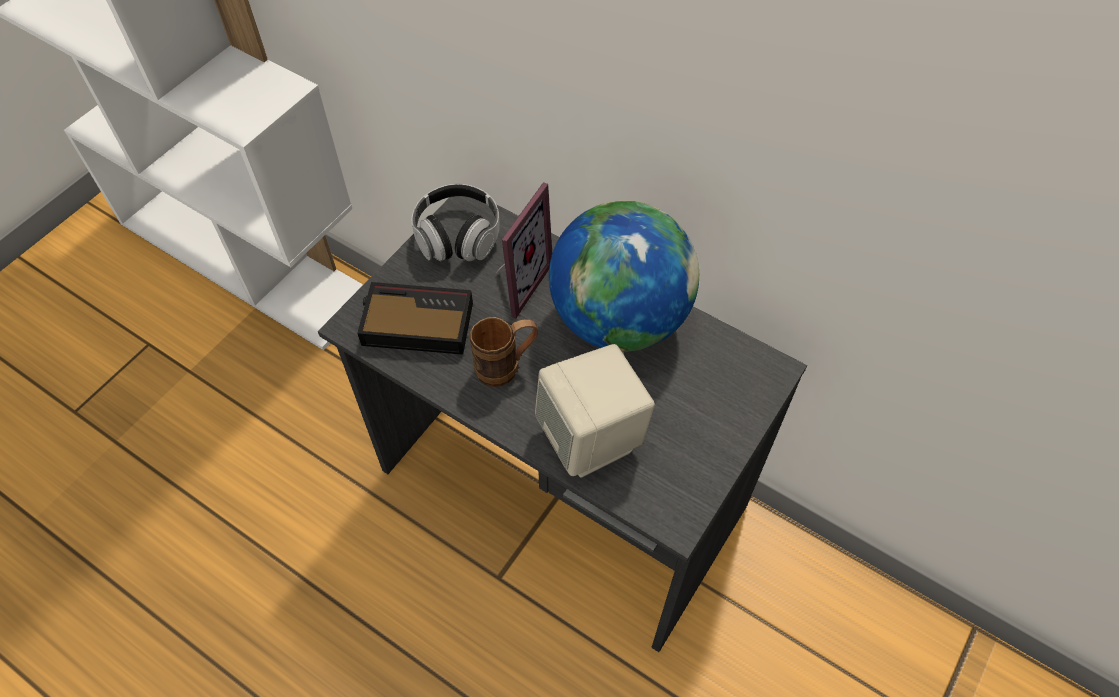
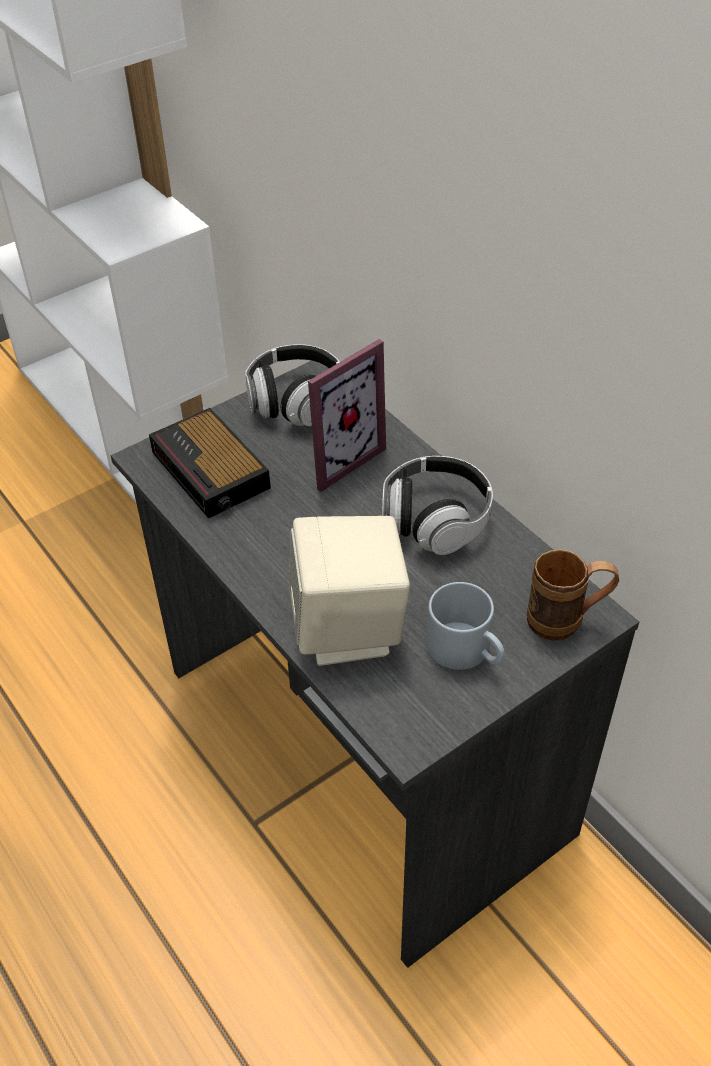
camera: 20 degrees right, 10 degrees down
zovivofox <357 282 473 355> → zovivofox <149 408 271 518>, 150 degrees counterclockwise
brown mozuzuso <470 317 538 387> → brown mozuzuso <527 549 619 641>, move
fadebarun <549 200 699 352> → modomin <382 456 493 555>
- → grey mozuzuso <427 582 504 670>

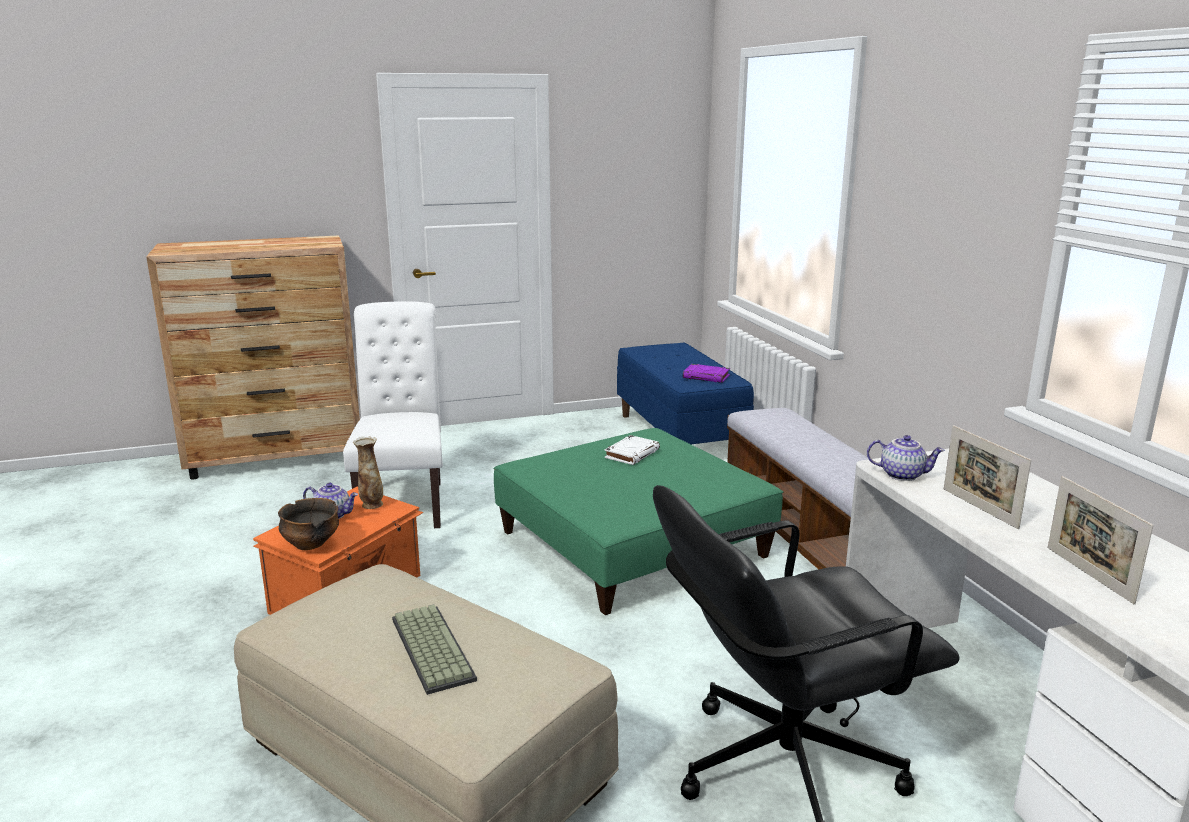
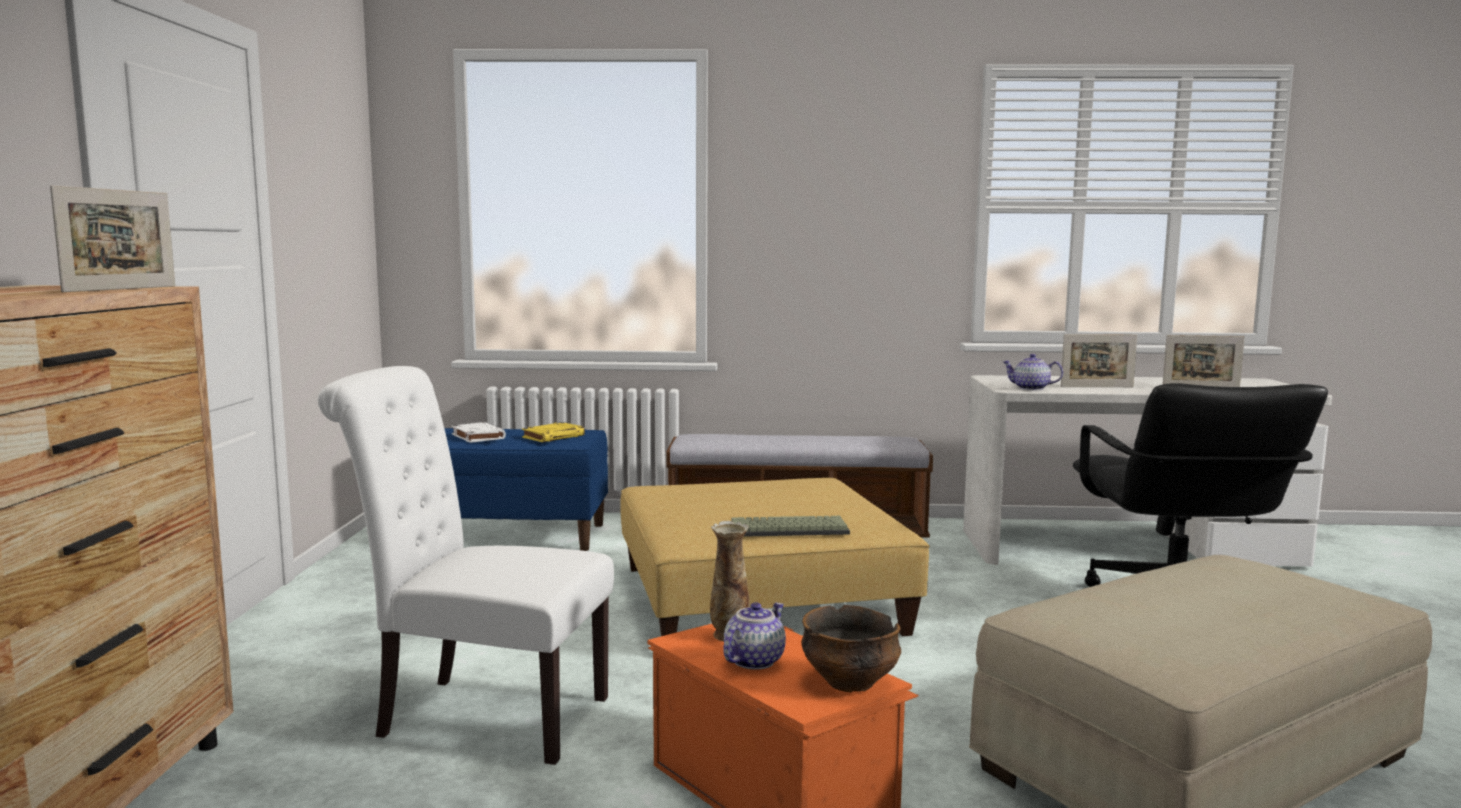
camera: 70 degrees left, 10 degrees down
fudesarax <392 604 477 695> → fudesarax <731 516 850 537>, move
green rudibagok <493 428 783 615> → beige rudibagok <620 478 930 636>
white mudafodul <604 435 660 465> → white mudafodul <452 422 506 443>, move
purple mudafodul <683 364 730 383> → yellow mudafodul <522 422 585 442>
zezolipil <867 435 945 481> → zezolipil <1003 354 1063 390>, 105 degrees counterclockwise
- → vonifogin <50 185 175 292>

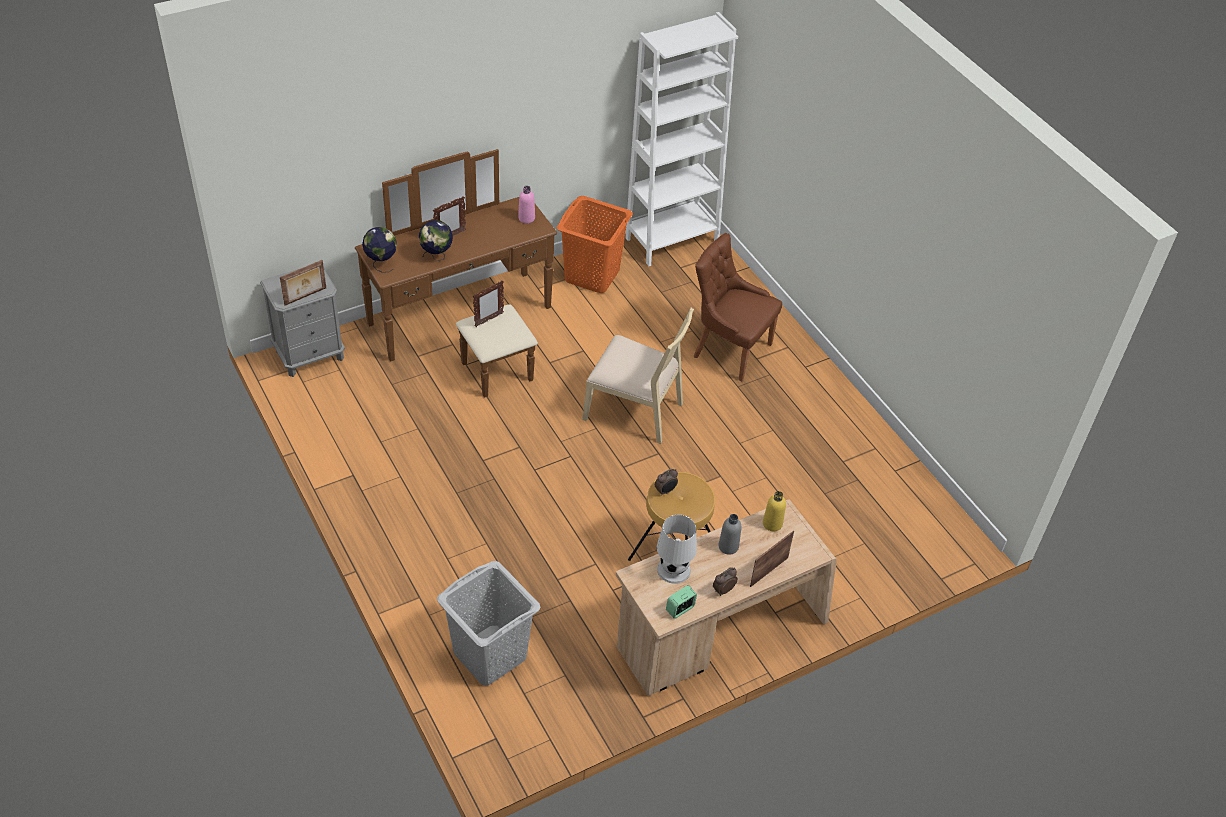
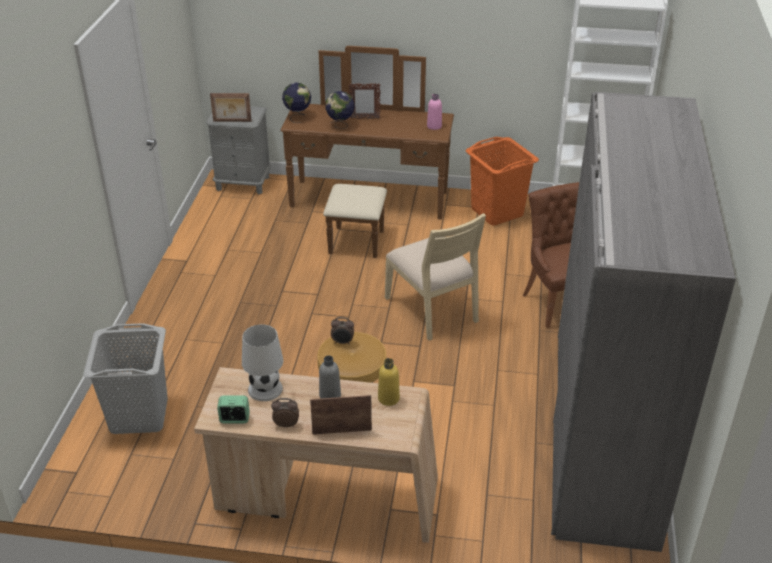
camera: 40 degrees right, 10 degrees down
vonifogin <473 280 504 327> → -
- → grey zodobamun <551 92 736 552>

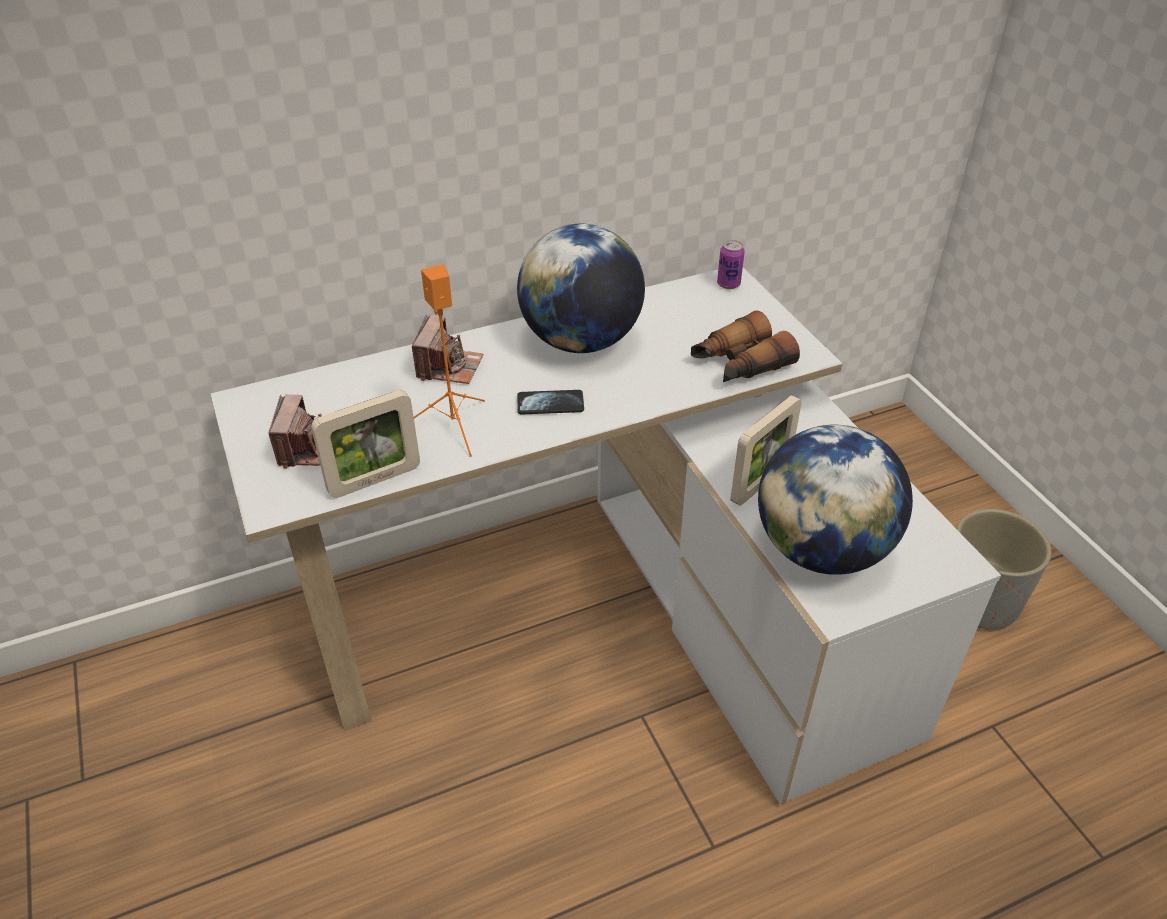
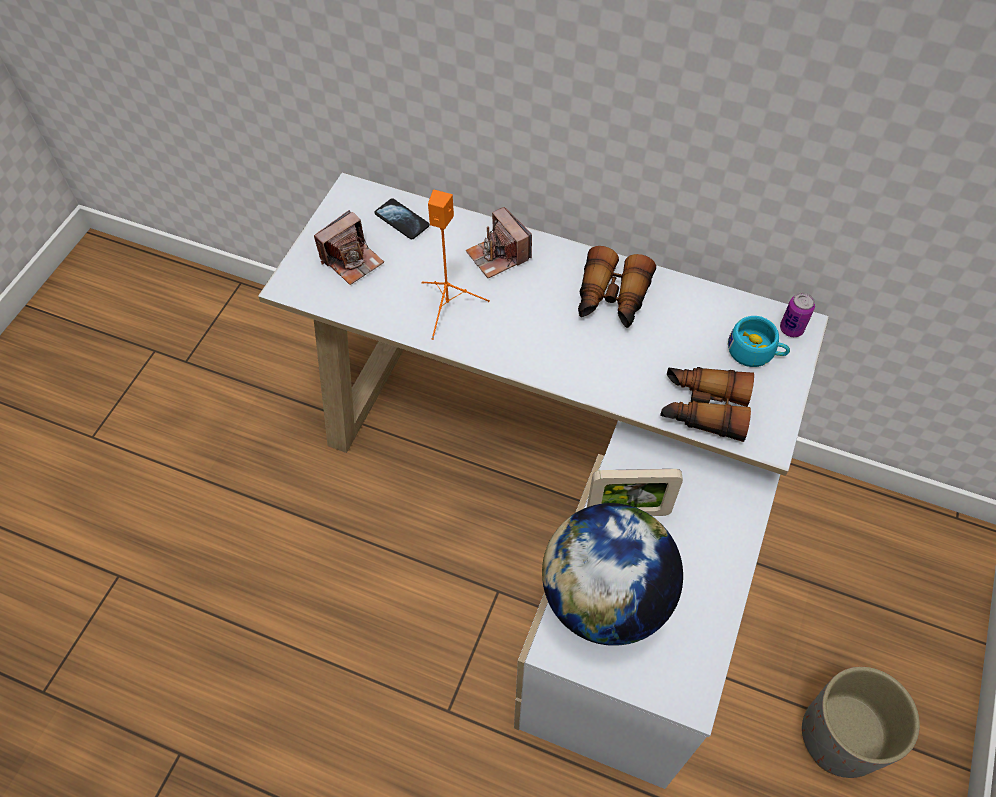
camera: 45 degrees right, 15 degrees up
vonifogin <311 390 420 498> → -
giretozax <412 315 483 384> → giretozax <466 207 532 278>, 90 degrees clockwise
fadebarun <517 224 645 353> → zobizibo <578 246 656 328>
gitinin <517 390 584 415> → gitinin <375 198 429 239>, move
- → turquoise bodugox <728 316 790 367>

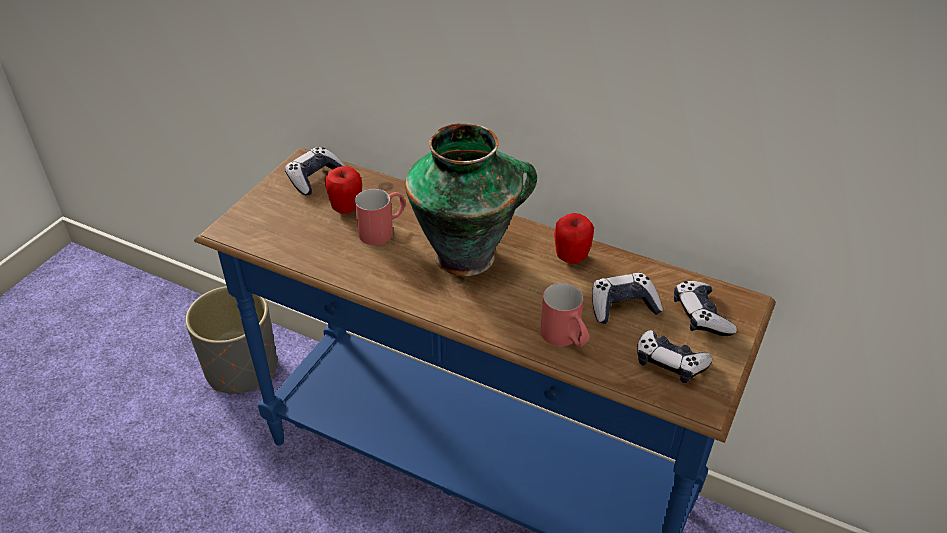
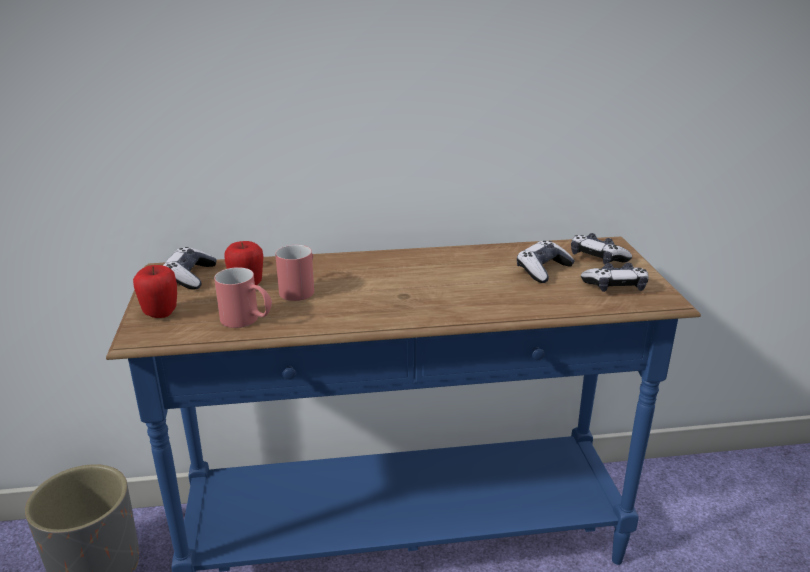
camera: 35 degrees left, 15 degrees down
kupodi <405 123 537 276> → -
red mozuzuso <540 283 589 347> → red mozuzuso <214 267 272 328>, move
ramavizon <554 213 594 264> → ramavizon <133 265 177 318>, move

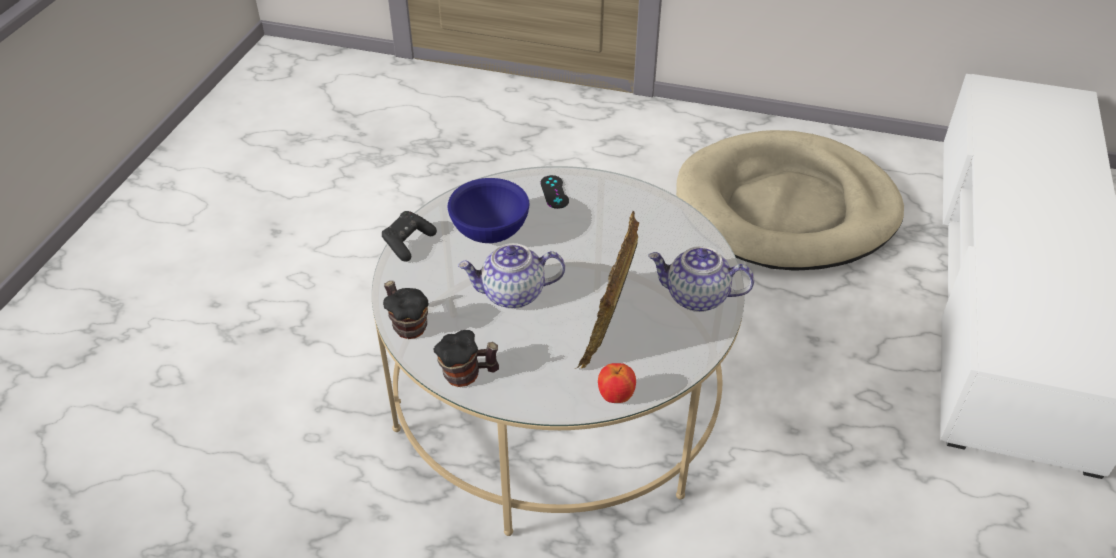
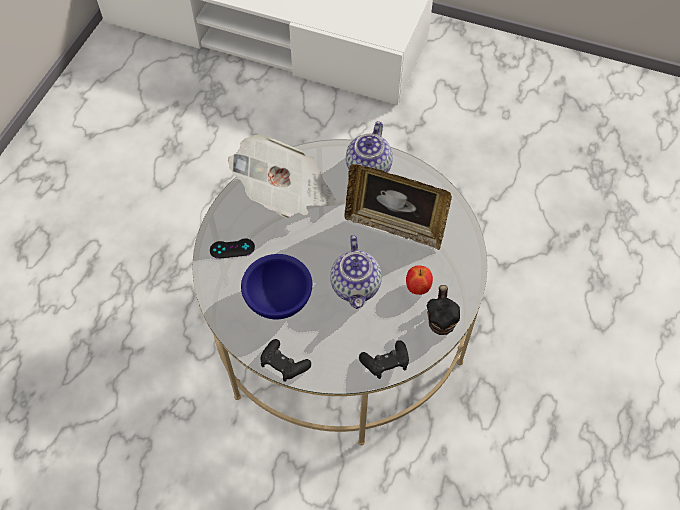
camera: 85 degrees left, 15 degrees up
mozuzuso <383 281 429 339> → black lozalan <359 340 409 379>
ramavizon <598 363 636 403> → ramavizon <406 266 433 295>, move
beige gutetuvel <676 130 904 271> → -
- → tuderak <228 134 336 217>

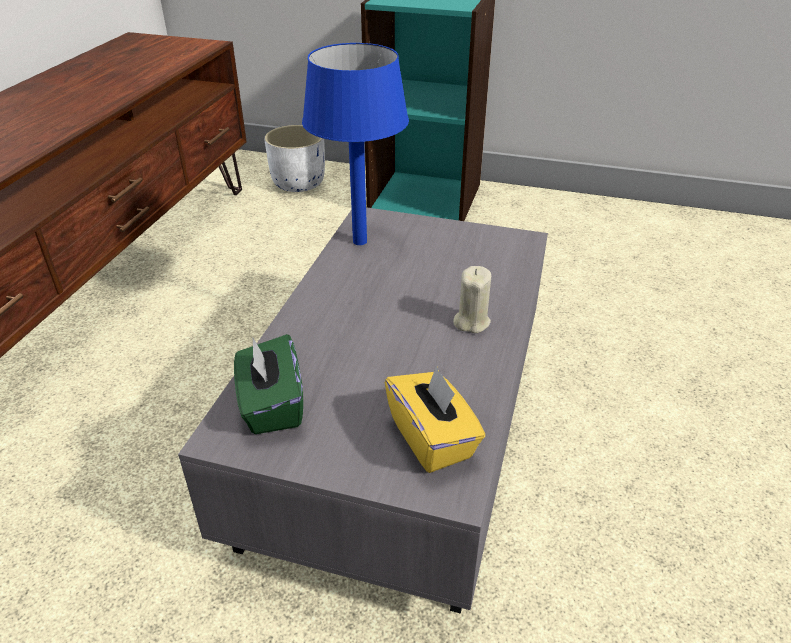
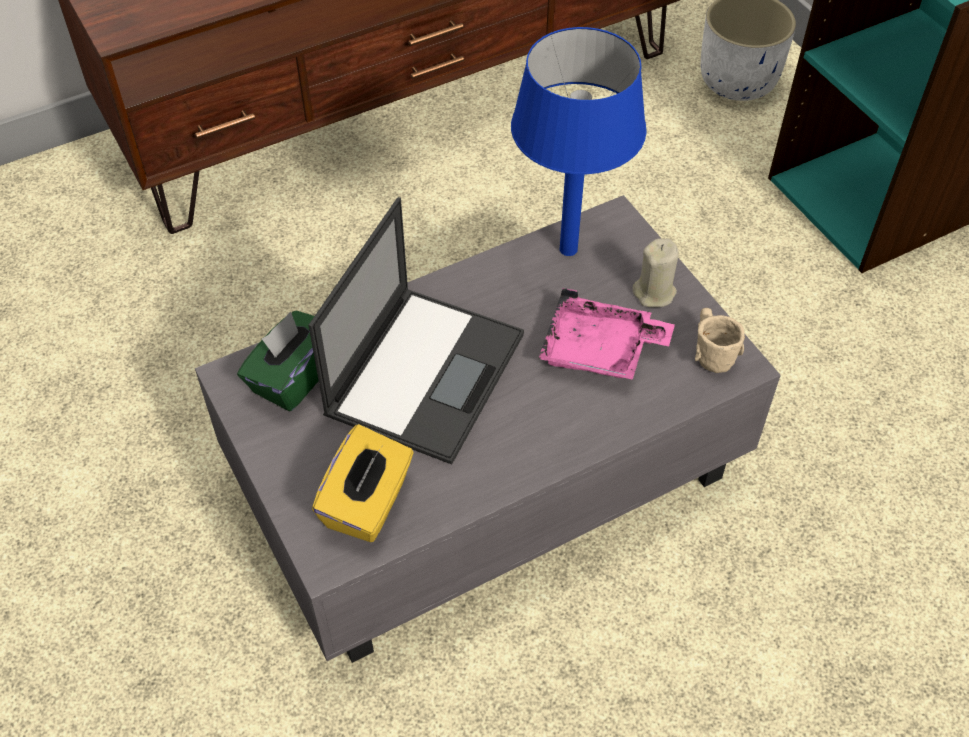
camera: 45 degrees right, 15 degrees up
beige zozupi <453 266 491 333> → beige zozupi <633 238 679 307>, move
- → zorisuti <308 197 524 465>
- → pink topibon <538 288 675 380>
- → beige mozuzuso <695 308 745 373>

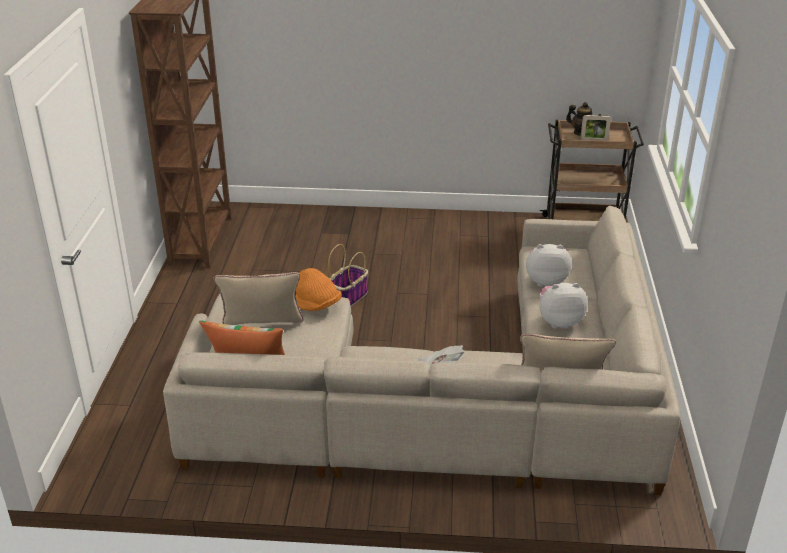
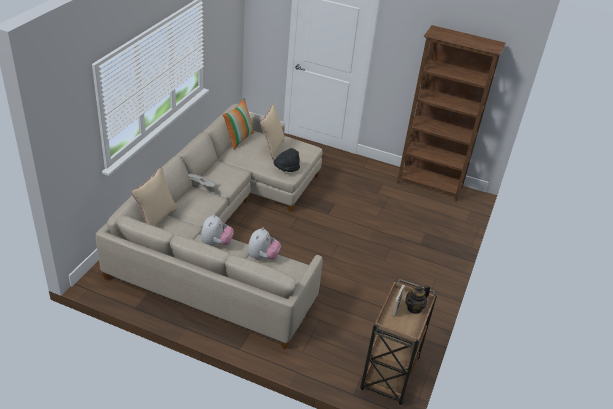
camera: 105 degrees right, 5 degrees up
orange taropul <296 268 342 311> → black taropul <274 148 300 172>
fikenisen <328 244 368 306> → -

